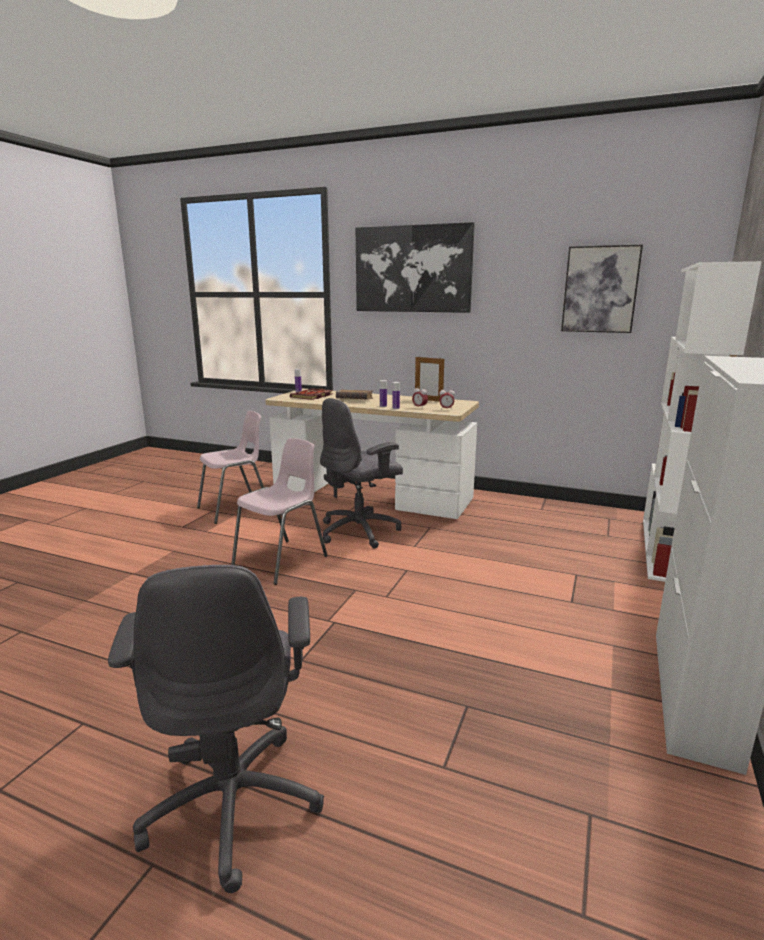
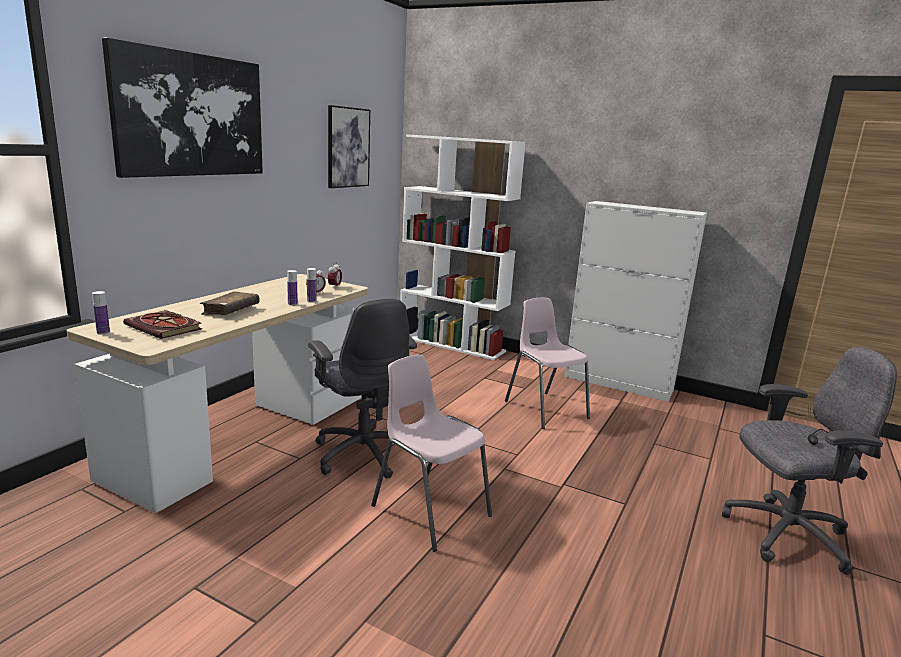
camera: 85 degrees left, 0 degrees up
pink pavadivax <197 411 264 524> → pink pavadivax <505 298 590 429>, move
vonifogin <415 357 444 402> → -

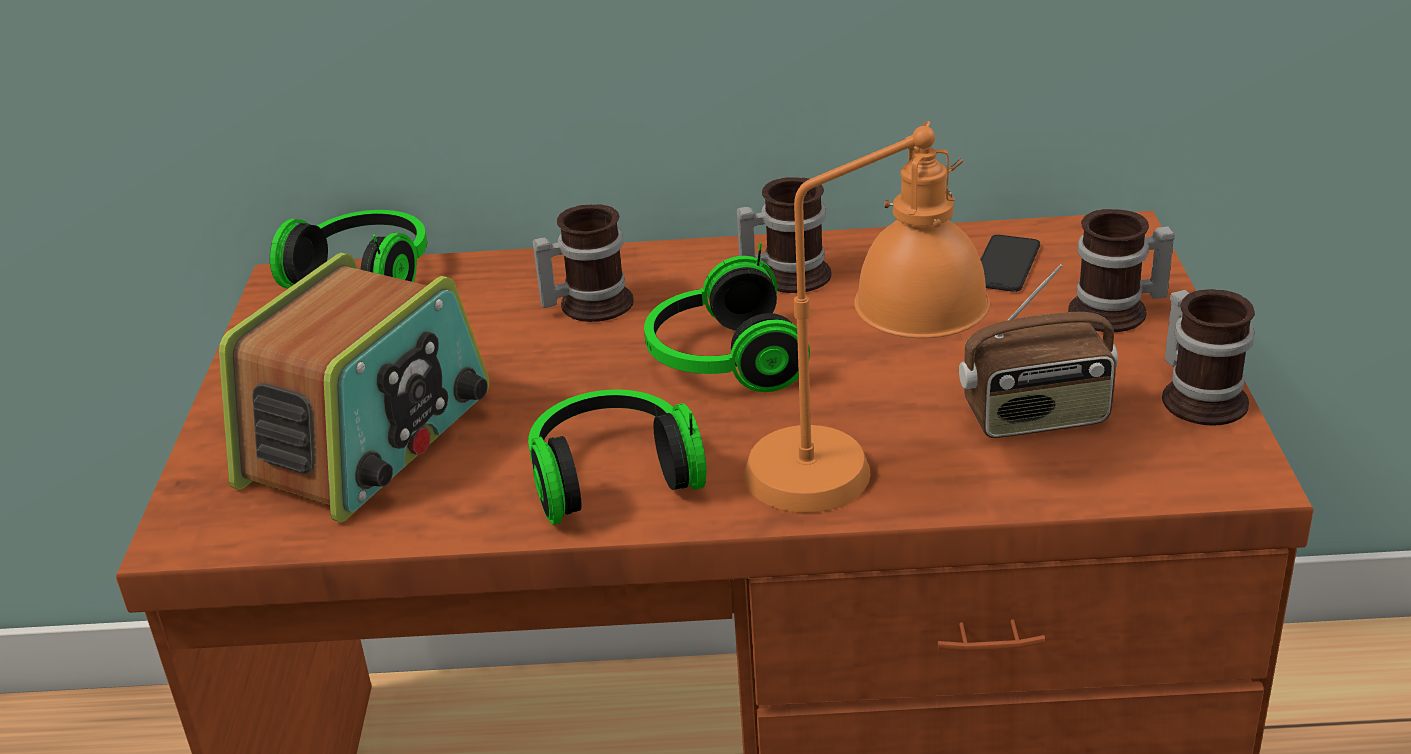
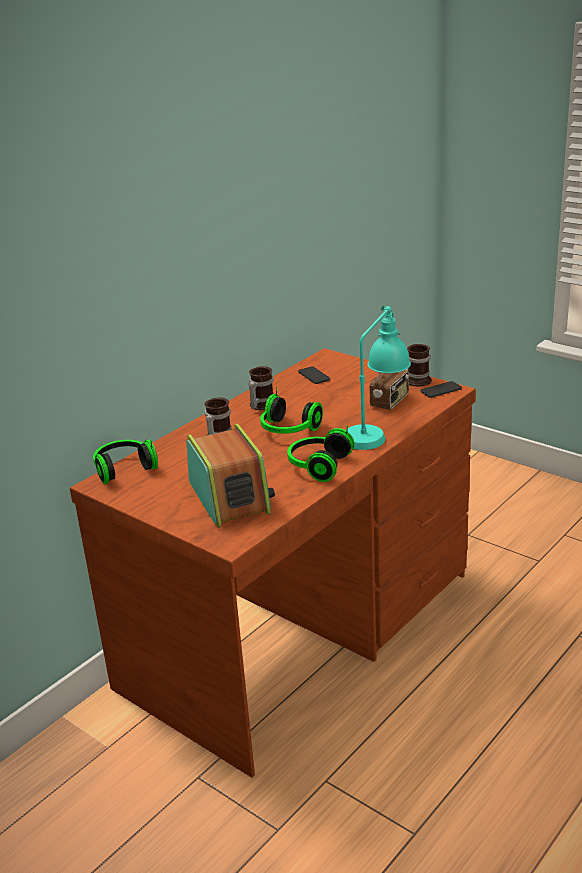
camera: 50 degrees left, 5 degrees down
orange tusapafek <744 121 990 513> → turquoise tusapafek <346 306 411 450>
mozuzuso <1068 209 1175 332> → -
- → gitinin <420 381 462 398>

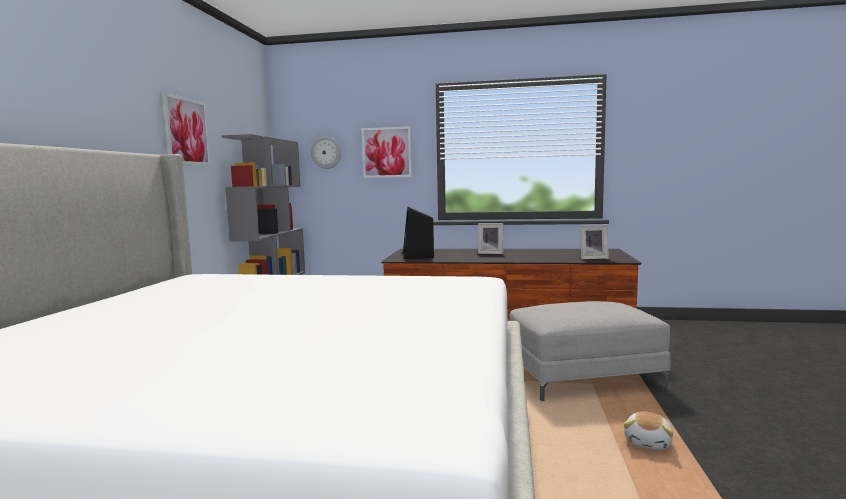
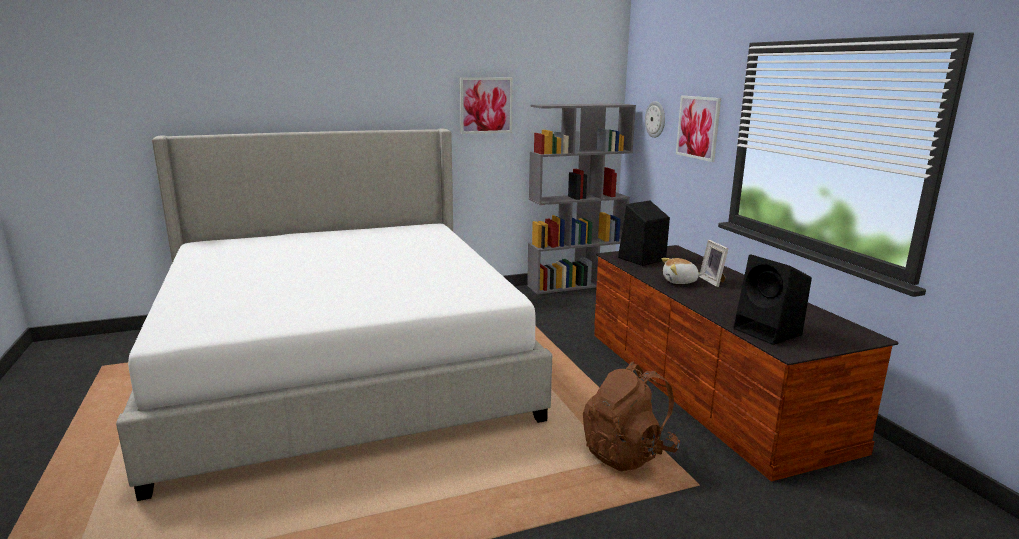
camera: 60 degrees right, 10 degrees up
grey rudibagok <509 301 671 401> → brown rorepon <583 361 680 471>
vonifogin <580 225 609 259> → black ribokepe <733 254 812 345>
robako <624 412 673 450> → robako <661 258 702 284>, move

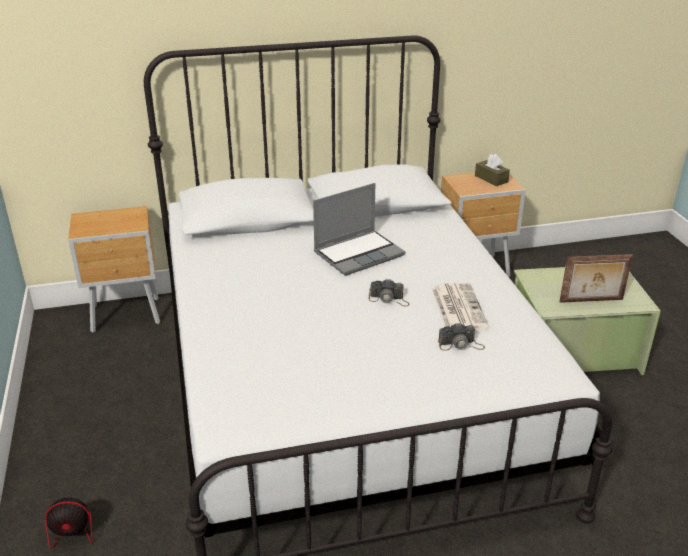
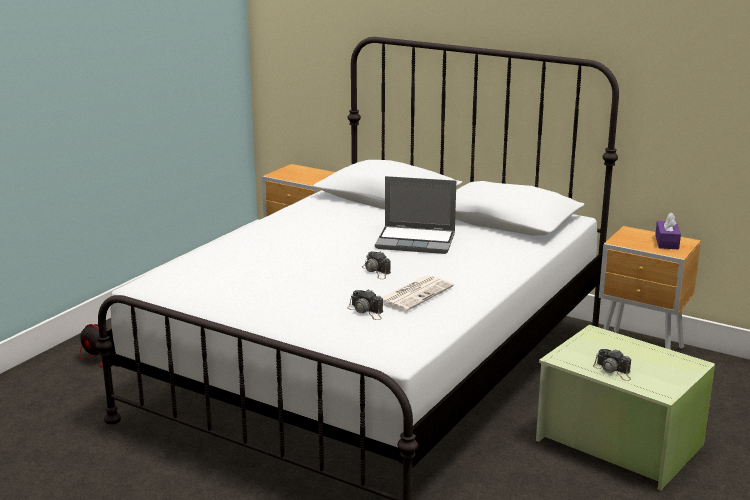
camera: 45 degrees right, 10 degrees down
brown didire <475 154 510 186> → purple didire <655 213 681 249>
vonifogin <559 254 633 303> → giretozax <593 349 631 381>

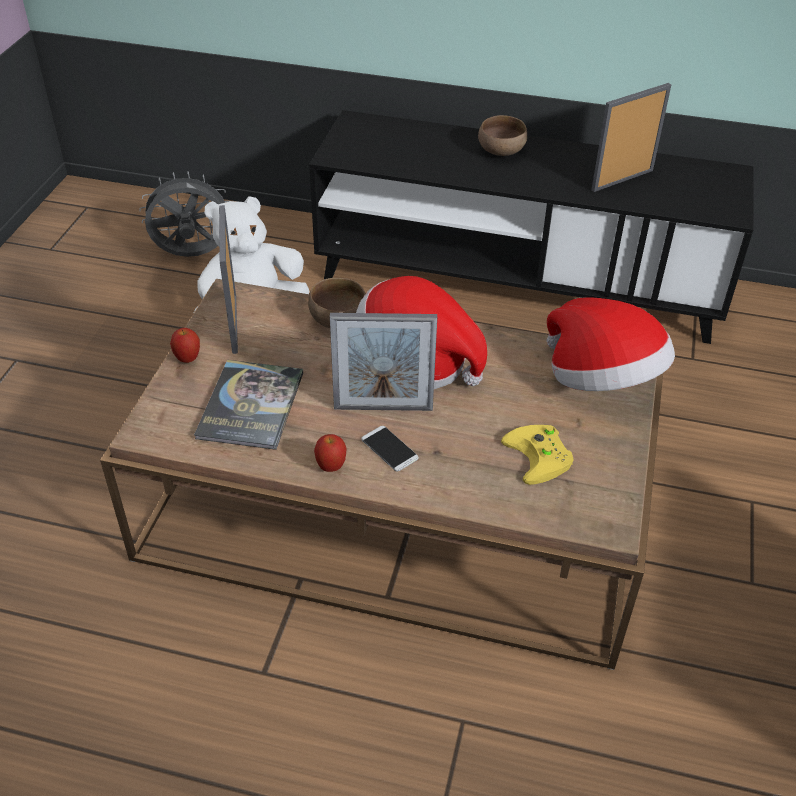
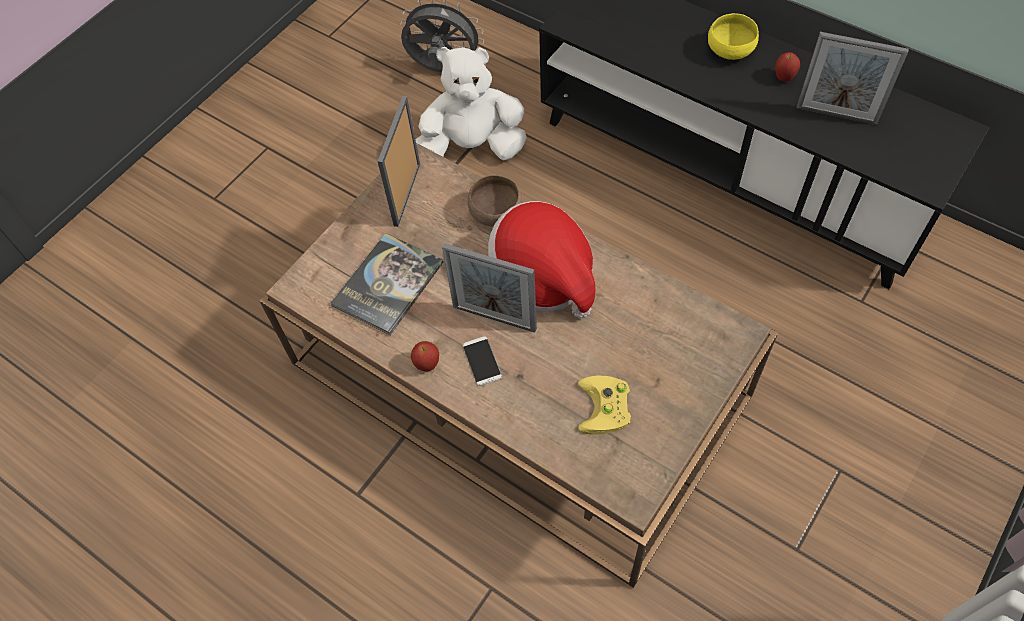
camera: 25 degrees right, 15 degrees up
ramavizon <170 328 200 363> → ramavizon <775 52 800 82>, move
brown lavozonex <478 115 527 156> → yellow lavozonex <708 13 759 60>
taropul <547 297 675 391> → -
vonifogin <591 83 672 192> → vonifogin <796 32 909 125>, 150 degrees counterclockwise

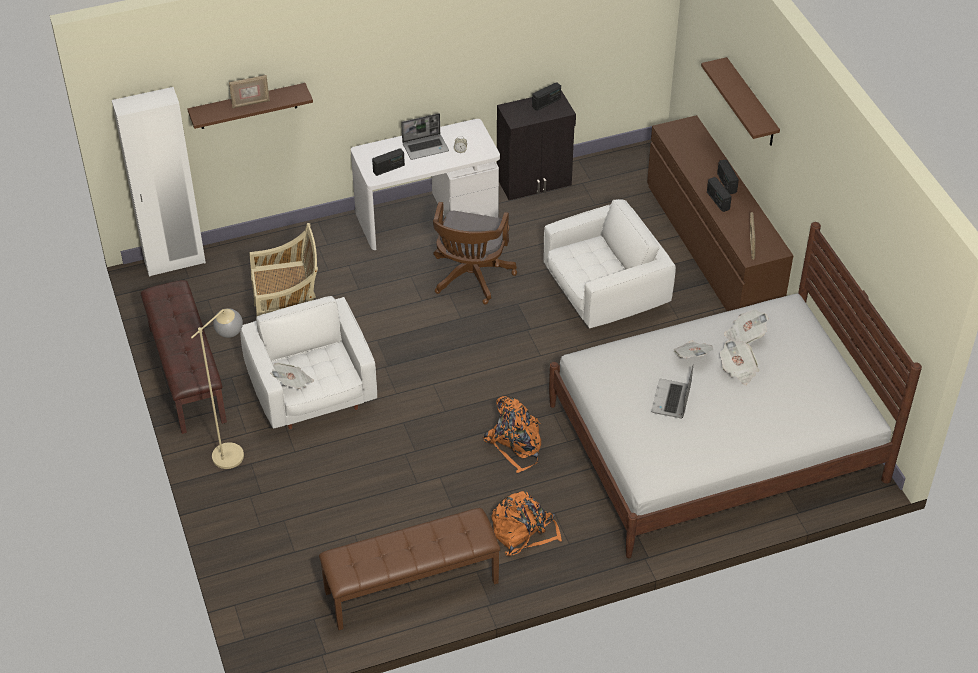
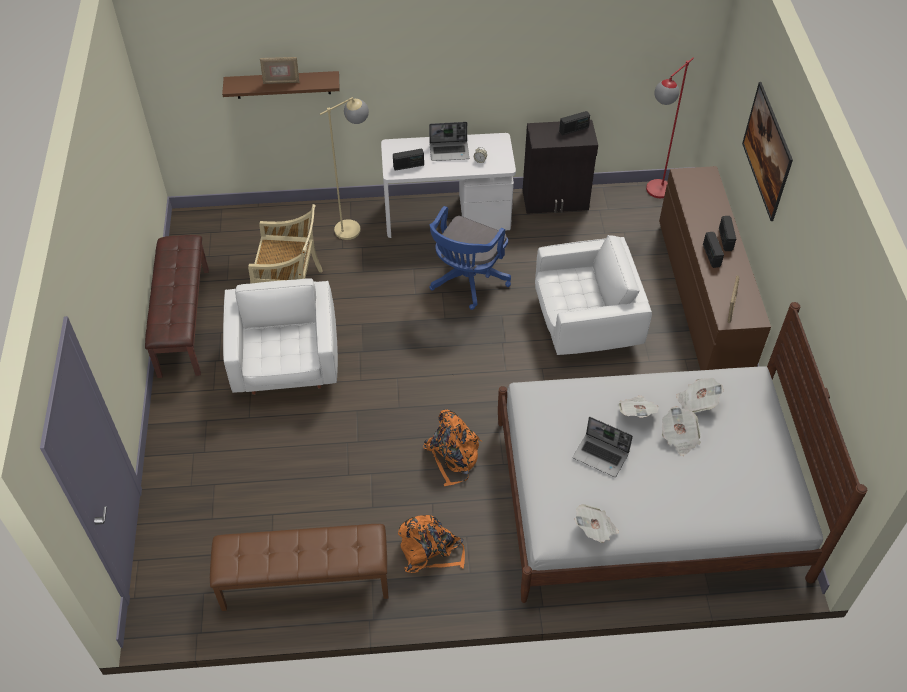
camera: 15 degrees right, 5 degrees up
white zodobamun <112 87 206 277> → -
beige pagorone <191 308 244 469> → beige pagorone <320 97 369 240>, move
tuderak <270 363 314 389> → tuderak <574 504 619 543>, move
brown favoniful <433 202 517 305> → blue favoniful <429 206 511 310>
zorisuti <651 365 693 418> → zorisuti <573 417 633 477>, 90 degrees counterclockwise
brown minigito <701 57 780 146> → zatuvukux <742 82 793 221>
- → red pagorone <646 58 694 198>

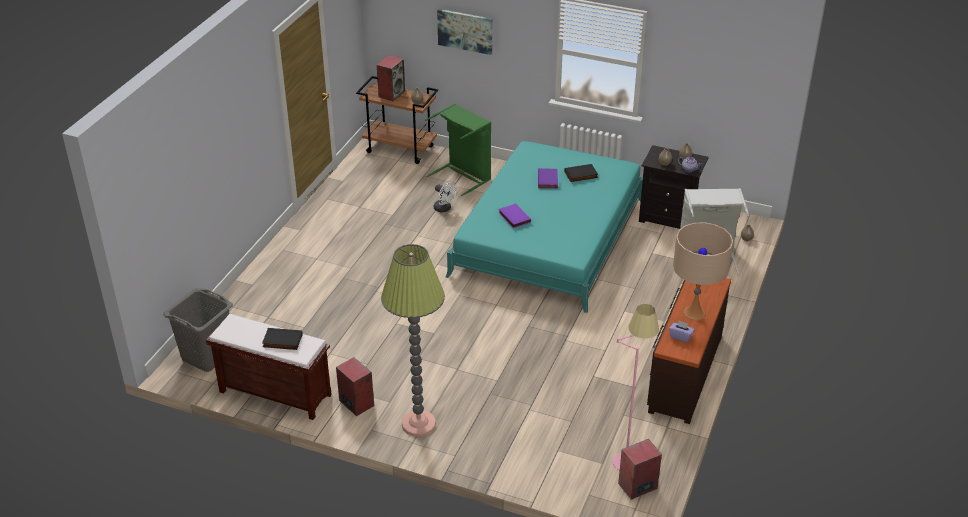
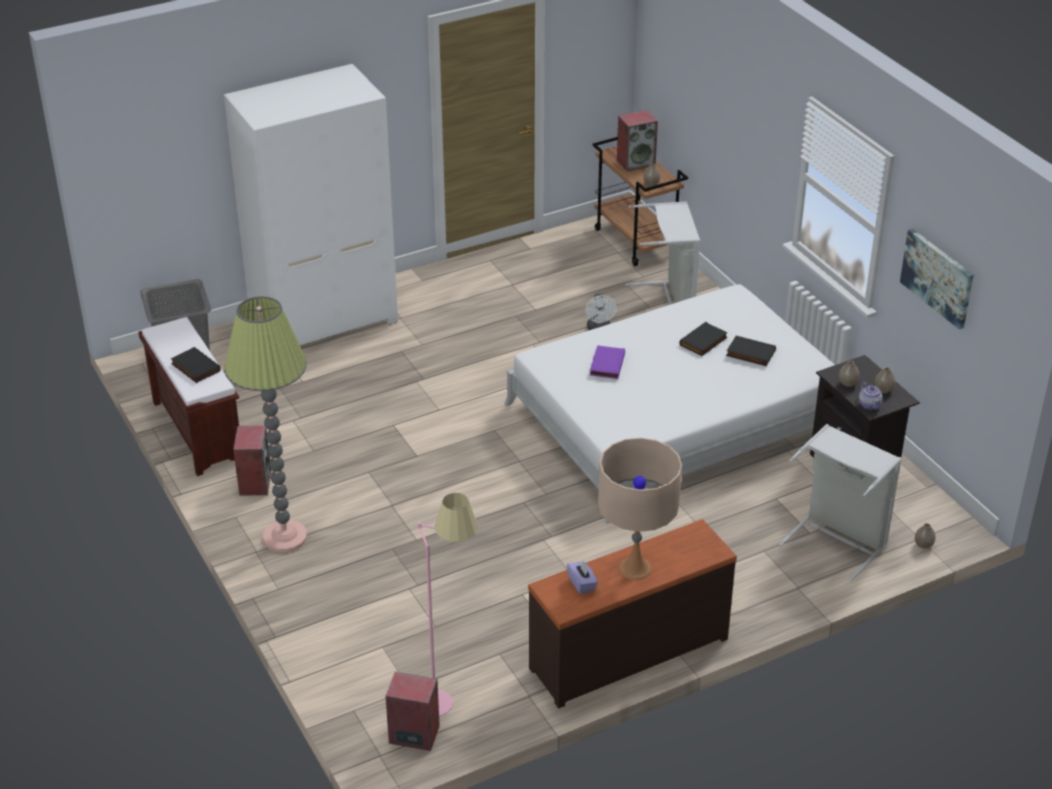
camera: 40 degrees right, 0 degrees up
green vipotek <425 104 491 196> → grey vipotek <625 202 700 305>
zatuvukux <437 9 492 55> → zatuvukux <900 229 974 330>, move
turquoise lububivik <446 141 643 313> → white lububivik <505 284 835 524>
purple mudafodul <538 168 558 189> → black mudafodul <679 322 728 356>
- → white zodobamun <224 64 398 345>

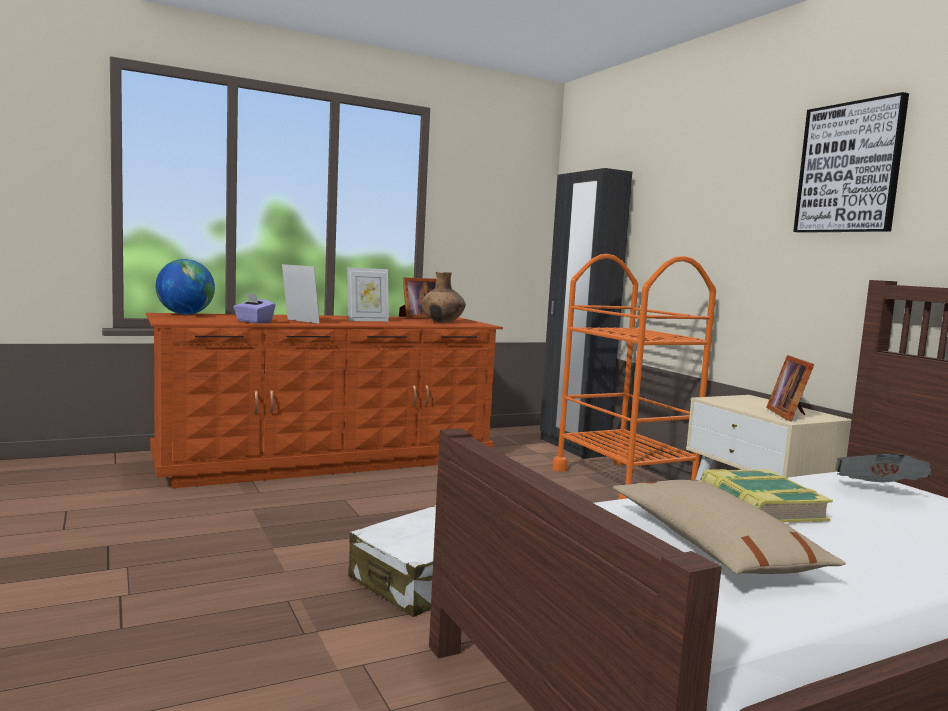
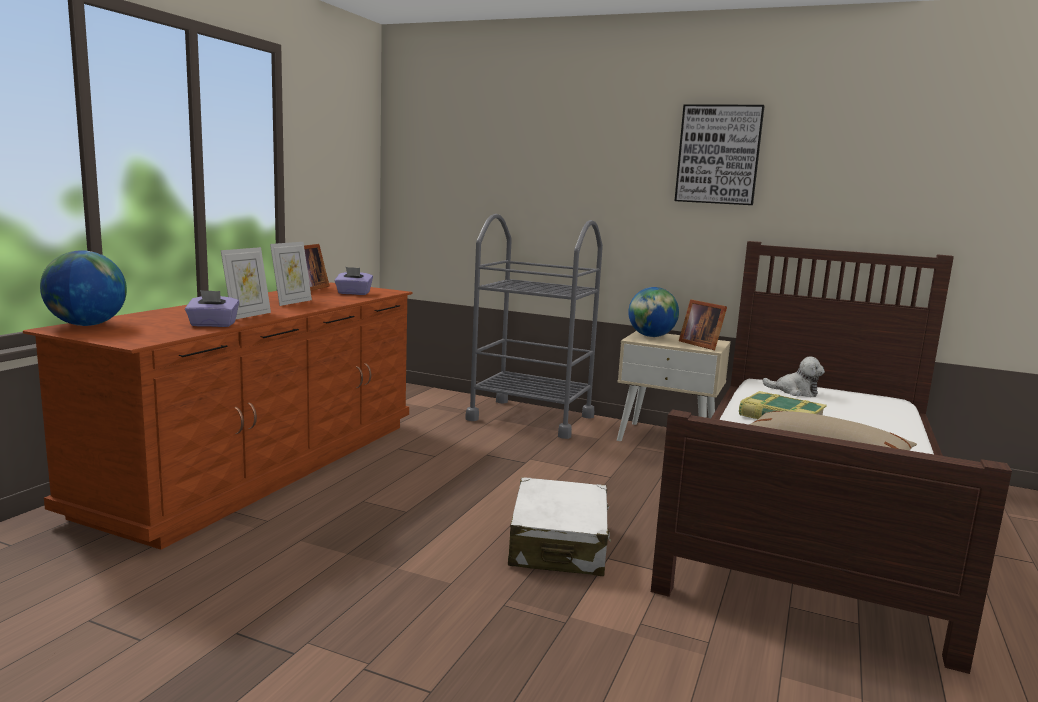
camera: 40 degrees left, 5 degrees up
vonifogin <282 264 320 324> → vonifogin <221 247 271 319>, 120 degrees clockwise
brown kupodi <421 272 466 323> → purple didire <335 267 373 295>
black zodobamun <540 168 632 459> → -
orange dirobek <552 254 716 500> → grey dirobek <465 214 603 439>
tuderak <835 454 931 482> → robako <763 356 825 397>
- → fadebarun <628 287 679 337>

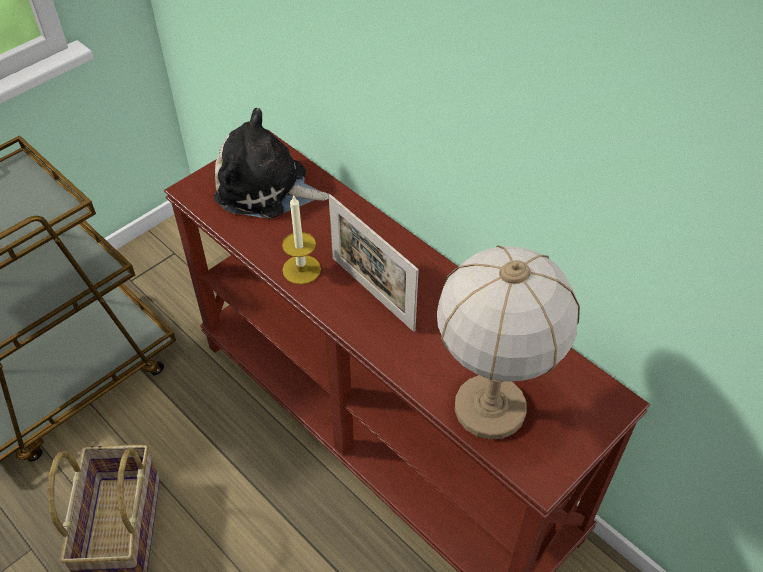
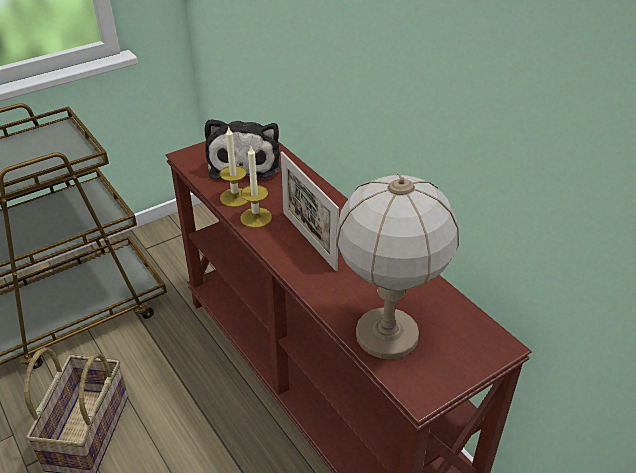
camera: 10 degrees right, 10 degrees down
robako <214 108 329 219> → robako <205 119 280 179>, 120 degrees counterclockwise
- → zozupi <220 126 249 207>

